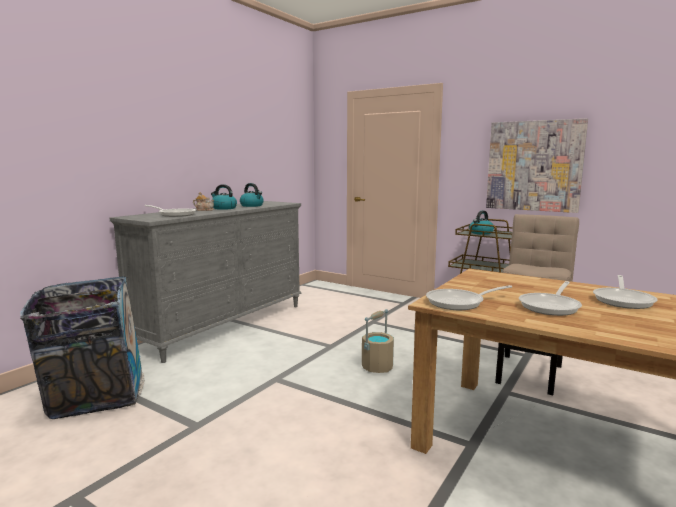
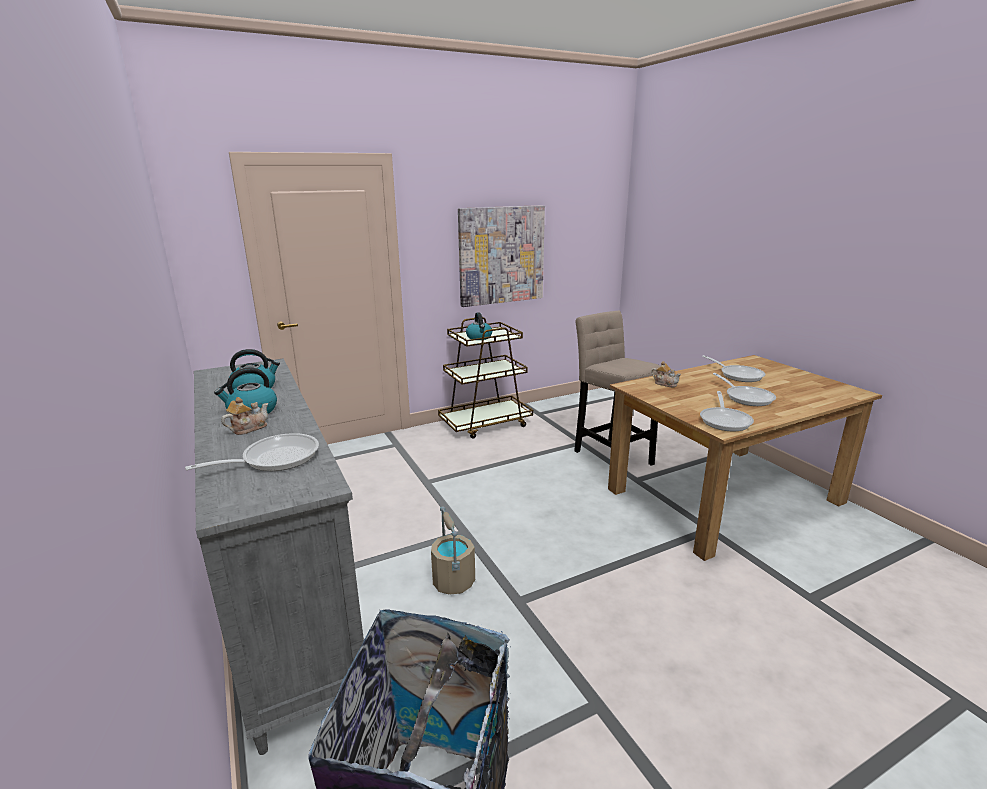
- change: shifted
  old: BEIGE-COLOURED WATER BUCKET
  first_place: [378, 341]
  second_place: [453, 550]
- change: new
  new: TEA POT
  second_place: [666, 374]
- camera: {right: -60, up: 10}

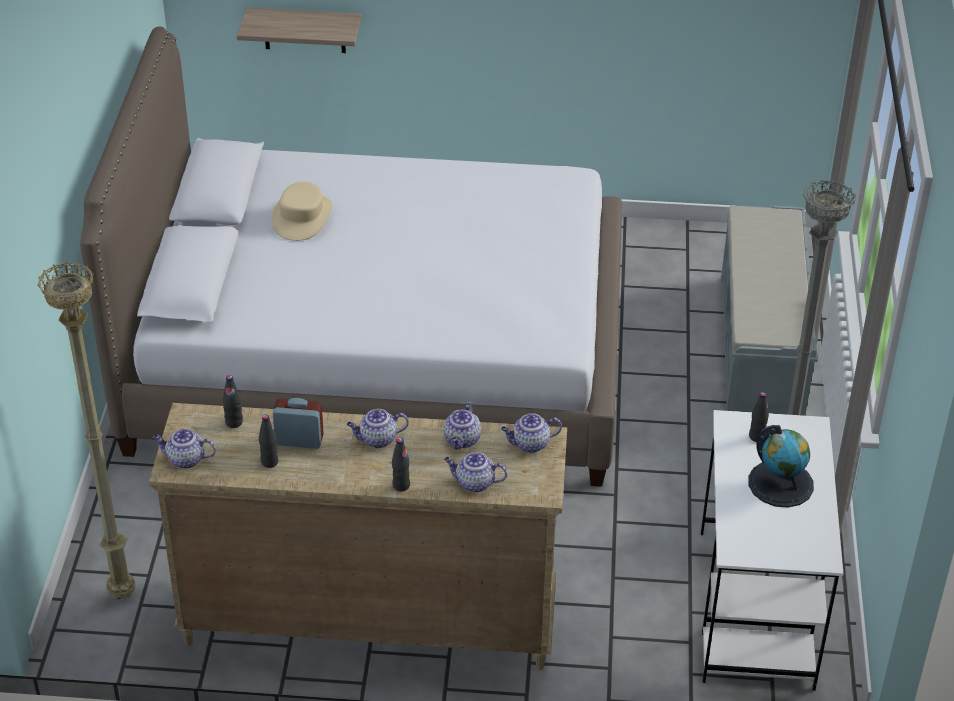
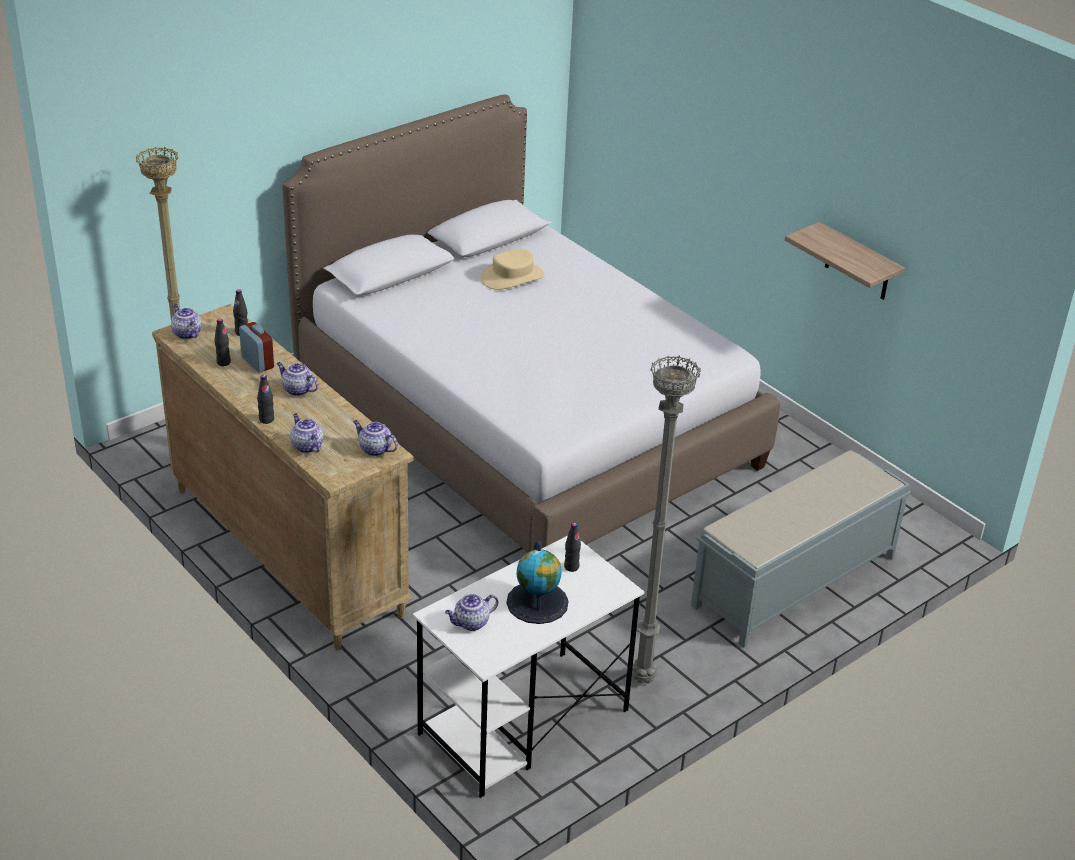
- change: shifted
  old: SHELF
  first_place: [299, 30]
  second_place: [845, 261]
- change: shifted
  old: TEA POT
  first_place: [462, 426]
  second_place: [471, 612]
- camera: {right: 45, up: -5}

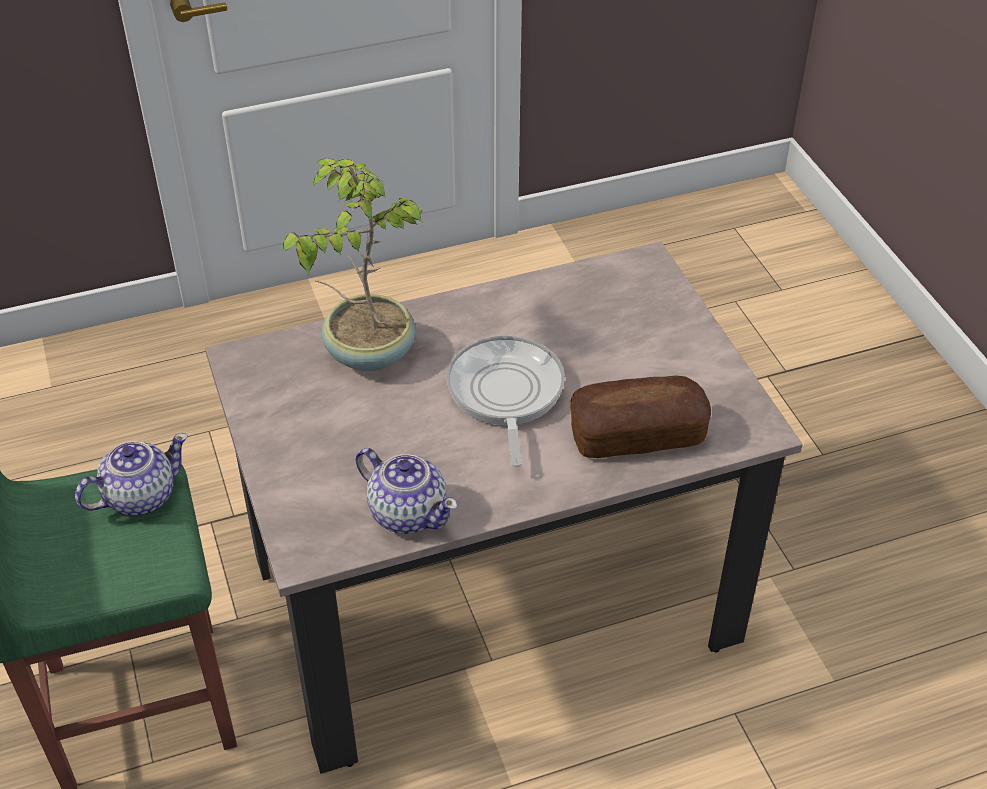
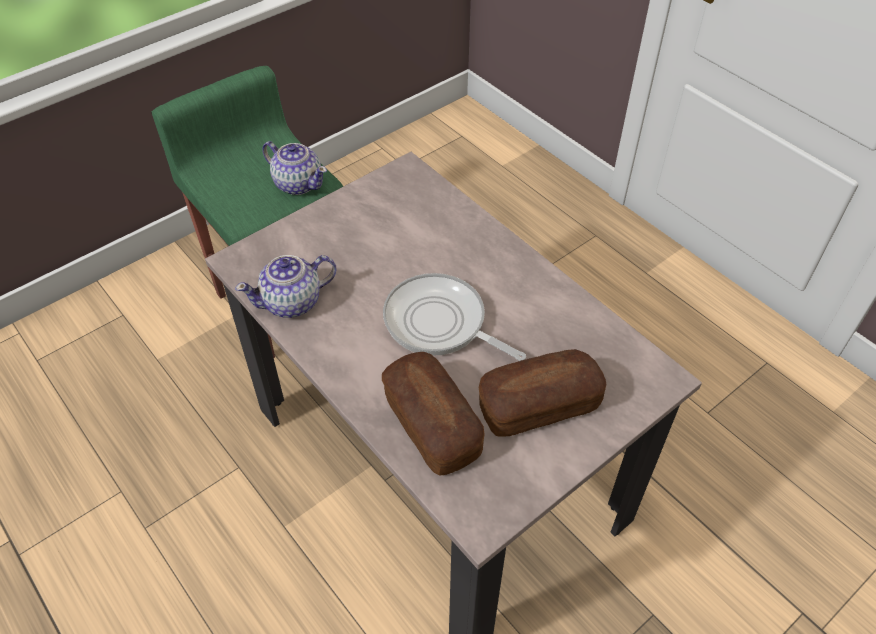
- change: gone
  old: HOUSEPLANT
  first_place: [352, 265]
- change: rotated
  old: TEA POT
  first_place: [407, 491]
  second_place: [286, 286]
  degrees: 45
- change: rotated
  old: FRYING PAN
  first_place: [506, 401]
  second_place: [454, 317]
  degrees: -120
- change: new
  new: BAKED BREAD
  second_place: [542, 393]
- camera: {right: 70, up: 5}

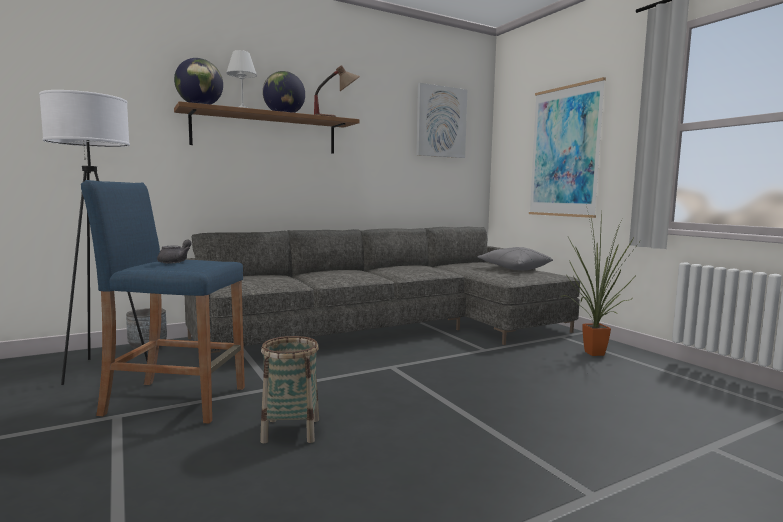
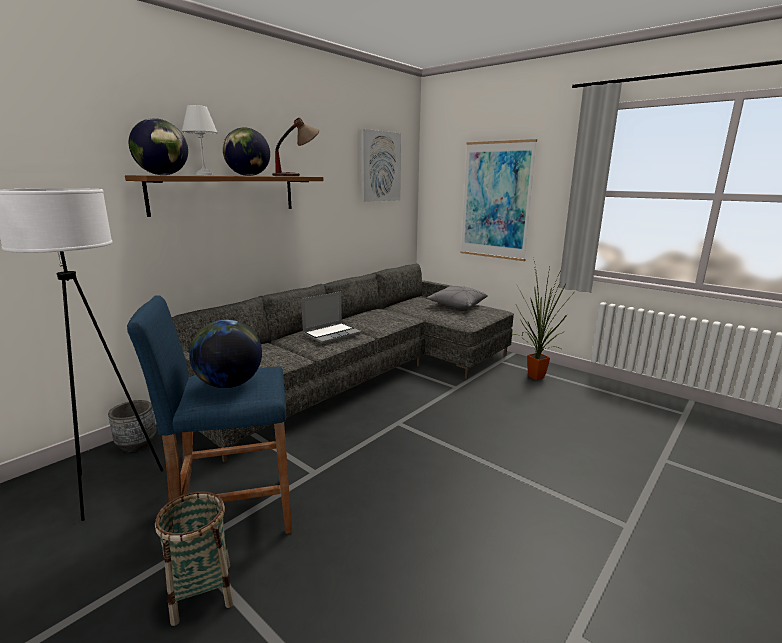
- change: swapped
  old: GREYISH TEA POT
  new: DESK GLOBE
  first_place: [174, 251]
  second_place: [225, 354]
- change: shifted
  old: STORAGE BASKET
  first_place: [289, 389]
  second_place: [194, 558]
- change: new
  new: NOTEBOOK COMPUTER
  second_place: [331, 318]
- camera: {right: -20, up: 10}

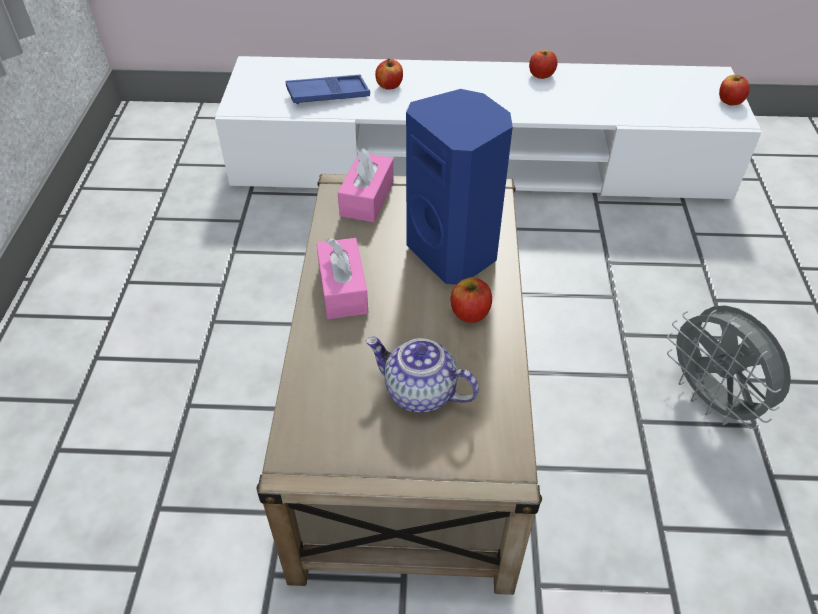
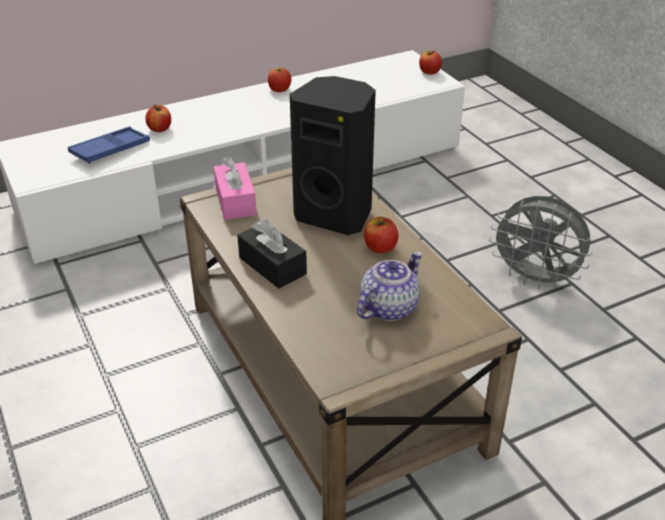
- change: repainted
  old: PINK-COLOURED TISSUE BOX
  new: BLACKISH TISSUE BOX
  first_place: [342, 278]
  second_place: [272, 253]
- change: rotated
  old: TEA POT
  first_place: [422, 375]
  second_place: [390, 286]
  degrees: 135
- change: repainted
  old: BLUISH LOUDSPEAKER
  new: BLACKISH LOUDSPEAKER
  first_place: [459, 187]
  second_place: [333, 155]
- camera: {right: -30, up: -10}

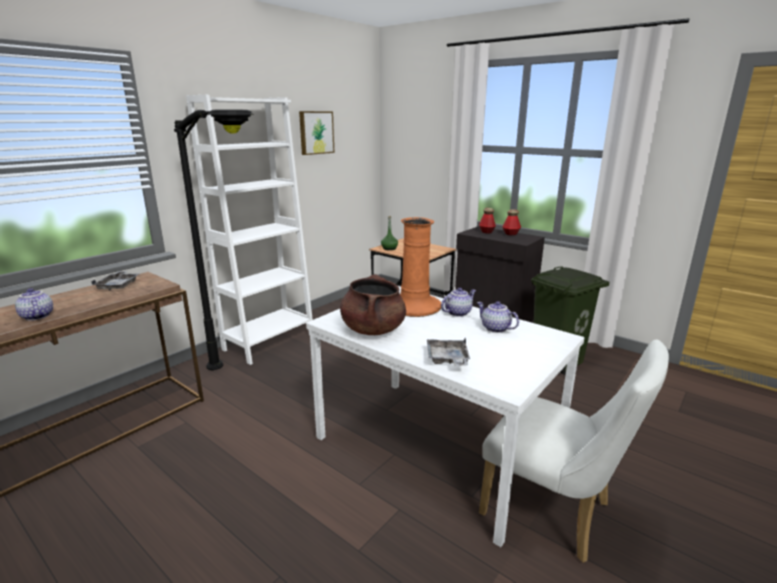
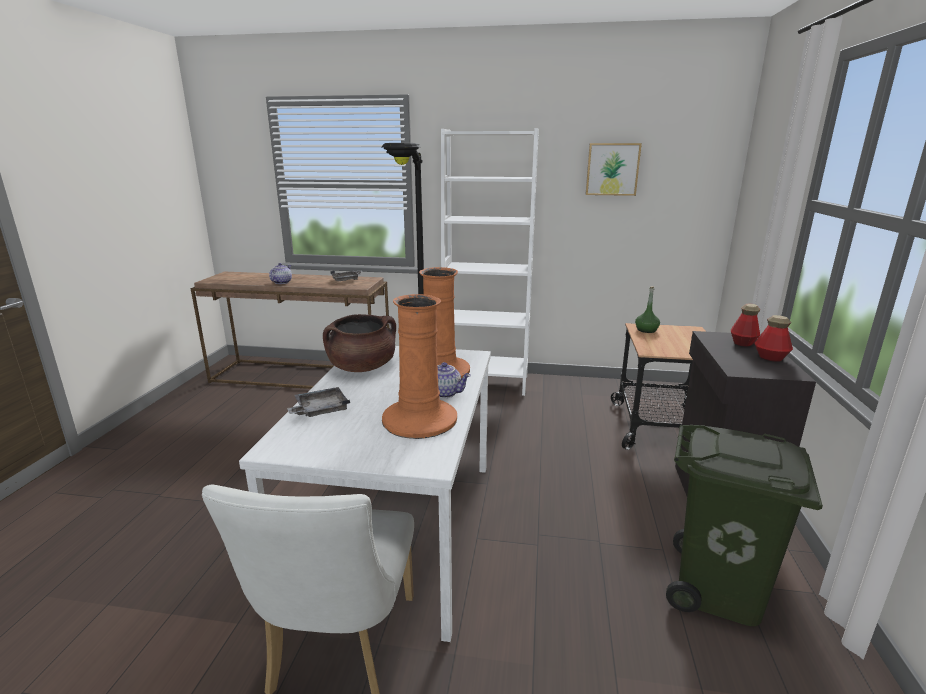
- change: swapped
  old: TEA POT
  new: ORANGEY DECORATIVE VASE
  first_place: [498, 317]
  second_place: [419, 366]
- camera: {right: 60, up: 0}

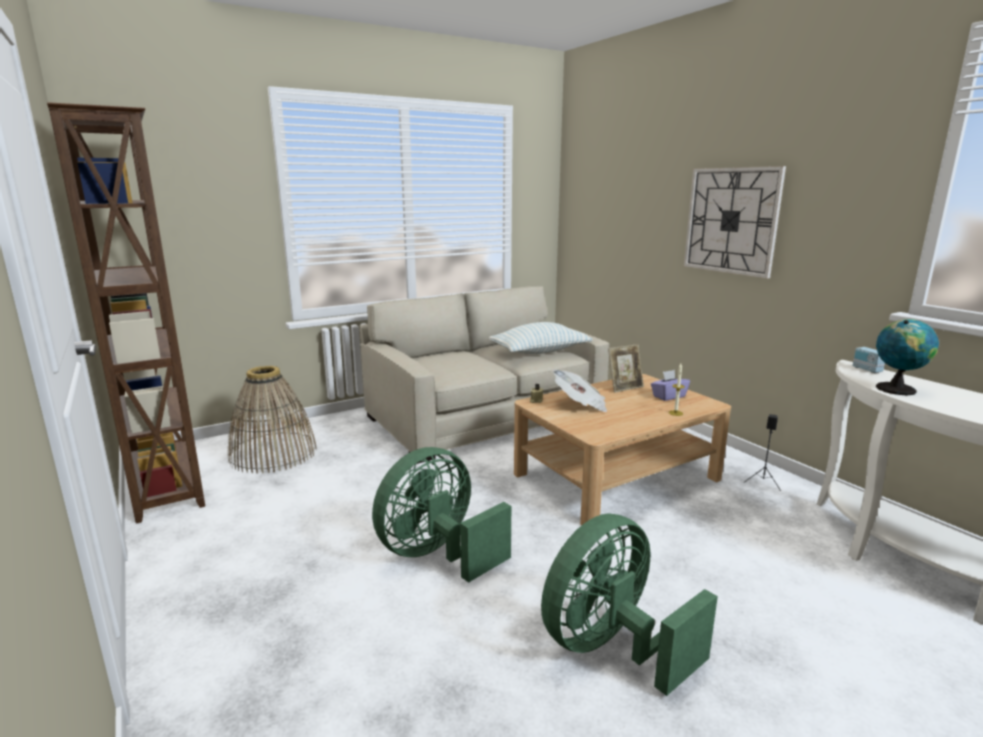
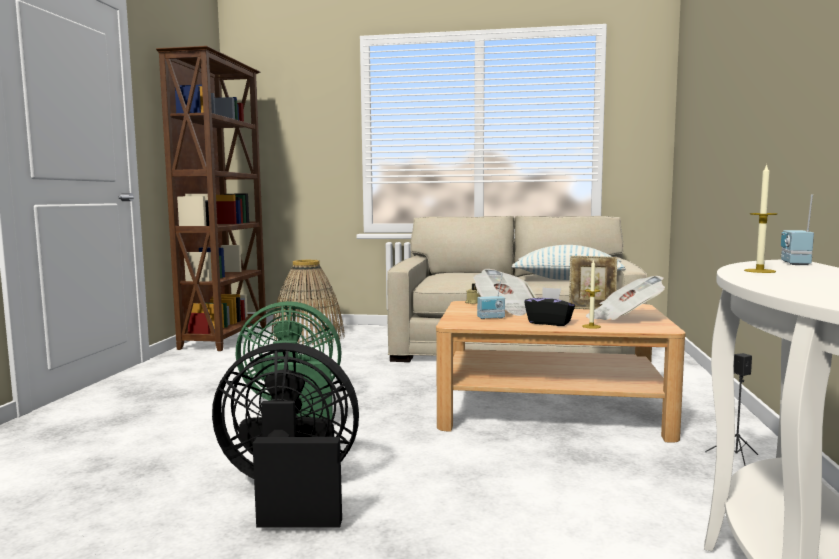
- change: repainted
  old: GREEN ELECTRIC FAN
  new: BLACKISH ELECTRIC FAN
  first_place: [629, 604]
  second_place: [285, 435]
- change: swapped
  old: PURPLE-COLOURED TISSUE BOX
  new: PRINTED PAPER
  first_place: [670, 385]
  second_place: [625, 298]
- change: gone
  old: WALL CLOCK
  first_place: [735, 222]
- change: swapped
  old: DESK GLOBE
  new: CANDLE
  first_place: [907, 357]
  second_place: [760, 218]
- change: new
  new: RADIO
  second_place: [491, 296]
- change: new
  new: BLACKISH TISSUE BOX
  second_place: [549, 306]
- camera: {right: 40, up: -10}

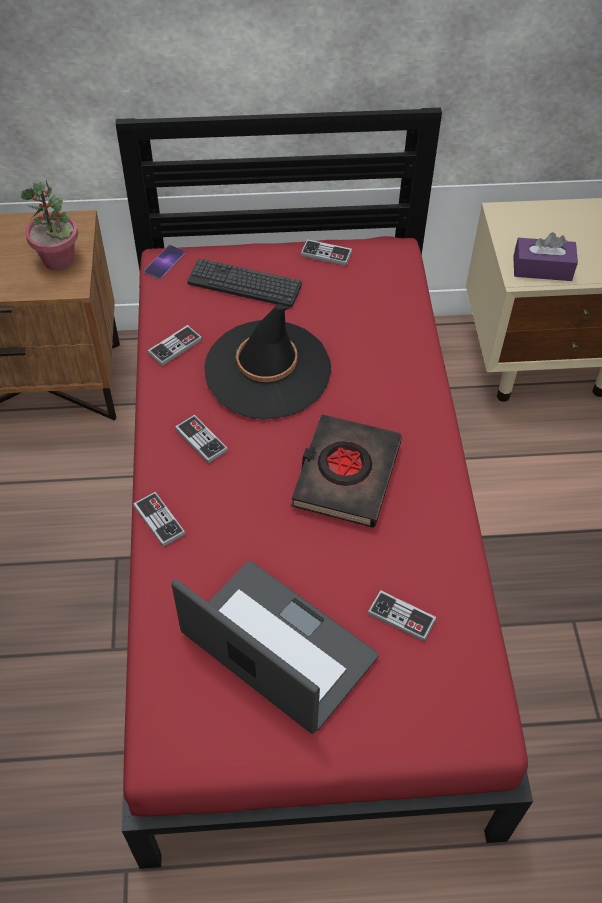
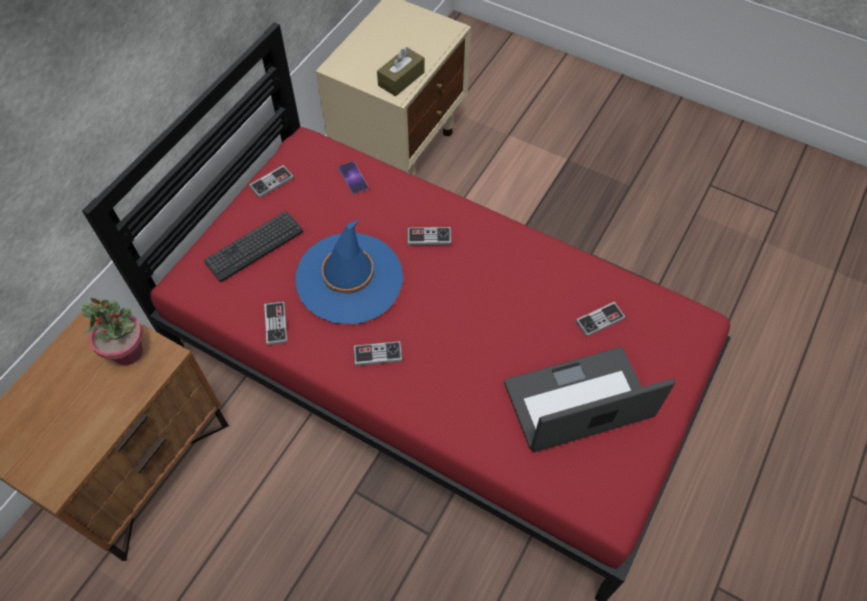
- change: shifted
  old: GAME CONTROLLER
  first_place: [159, 519]
  second_place: [429, 236]
- change: shifted
  old: PHONE
  first_place: [164, 262]
  second_place: [353, 177]
- change: repainted
  old: BLACKISH CLOTHING HAT
  new: BLUISH CLOTHING HAT
  first_place: [267, 361]
  second_place: [349, 272]
- change: gone
  old: BLACKISH BOOK
  first_place: [346, 471]
- change: repainted
  old: PURPLE-COLOURED TISSUE BOX
  new: BROWNISH TISSUE BOX
  first_place: [545, 256]
  second_place: [401, 71]
- camera: {right: -55, up: 5}

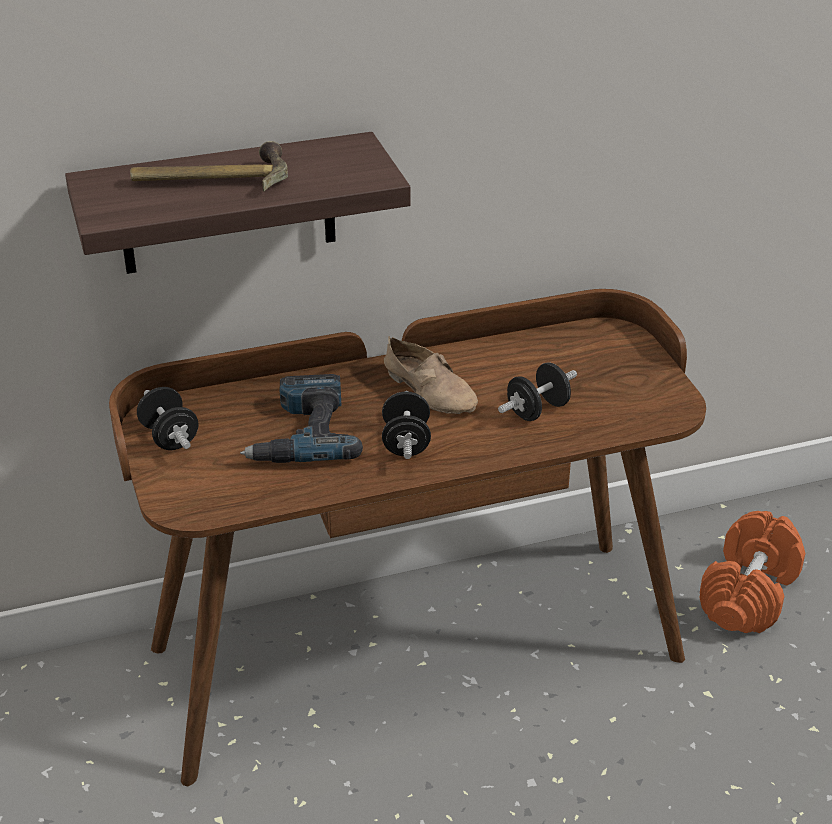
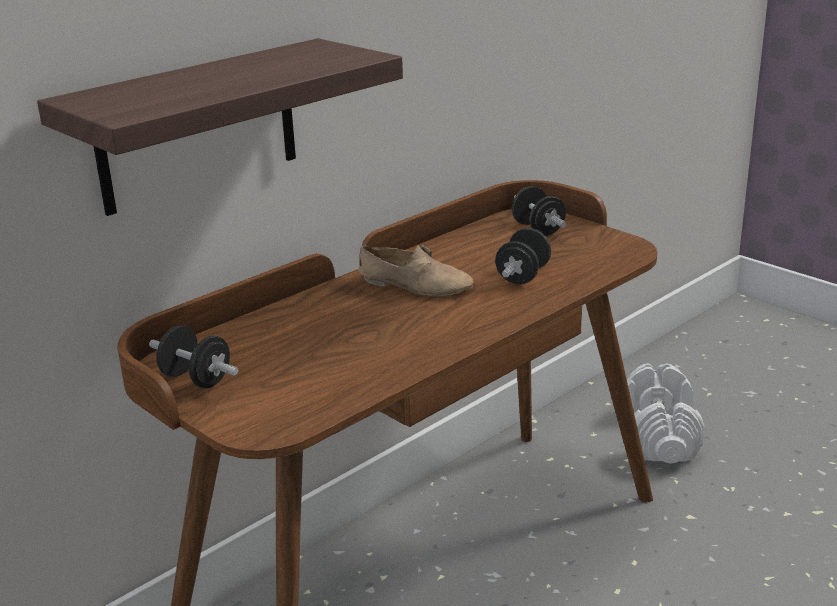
- change: gone
  old: TOOL HAMMER
  first_place: [209, 166]
- change: gone
  old: DRILL
  first_place: [301, 418]
- change: shifted
  old: BLACKISH FREE WEIGHT
  first_place: [406, 425]
  second_place: [539, 211]
- change: repainted
  old: ORANGEY FREE WEIGHT
  new: WHITE-COLOURED FREE WEIGHT
  first_place: [752, 572]
  second_place: [666, 413]
- camera: {right: -25, up: -10}

